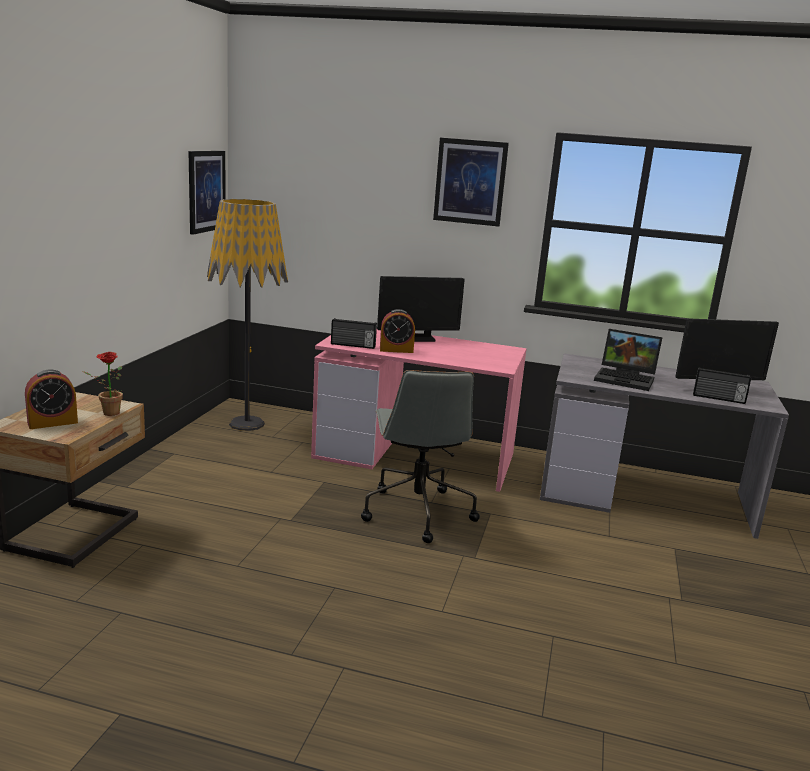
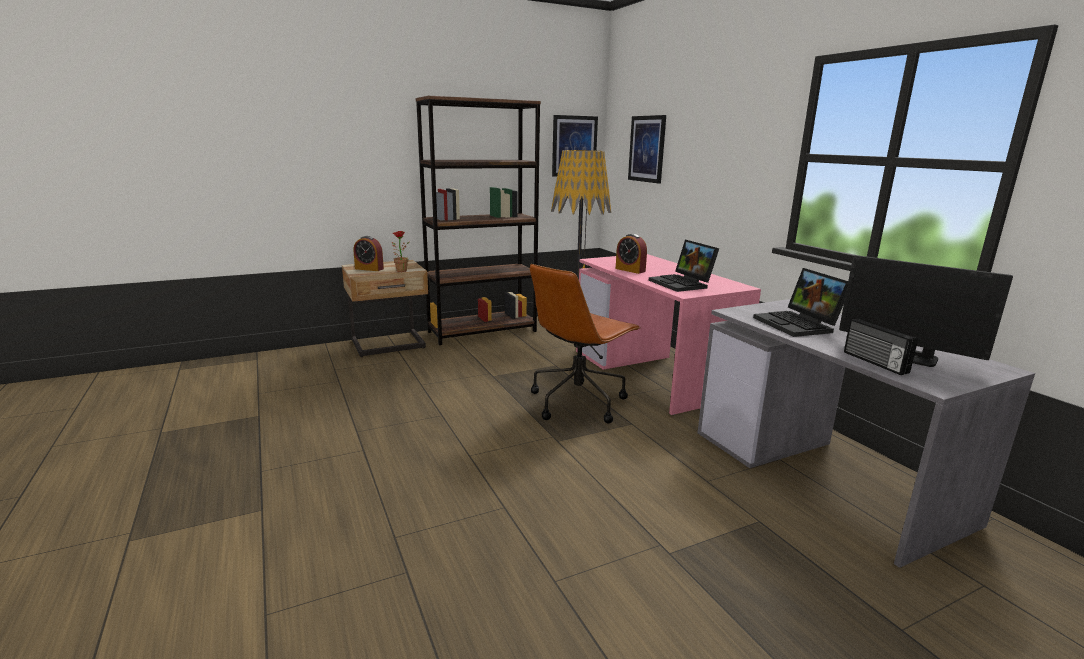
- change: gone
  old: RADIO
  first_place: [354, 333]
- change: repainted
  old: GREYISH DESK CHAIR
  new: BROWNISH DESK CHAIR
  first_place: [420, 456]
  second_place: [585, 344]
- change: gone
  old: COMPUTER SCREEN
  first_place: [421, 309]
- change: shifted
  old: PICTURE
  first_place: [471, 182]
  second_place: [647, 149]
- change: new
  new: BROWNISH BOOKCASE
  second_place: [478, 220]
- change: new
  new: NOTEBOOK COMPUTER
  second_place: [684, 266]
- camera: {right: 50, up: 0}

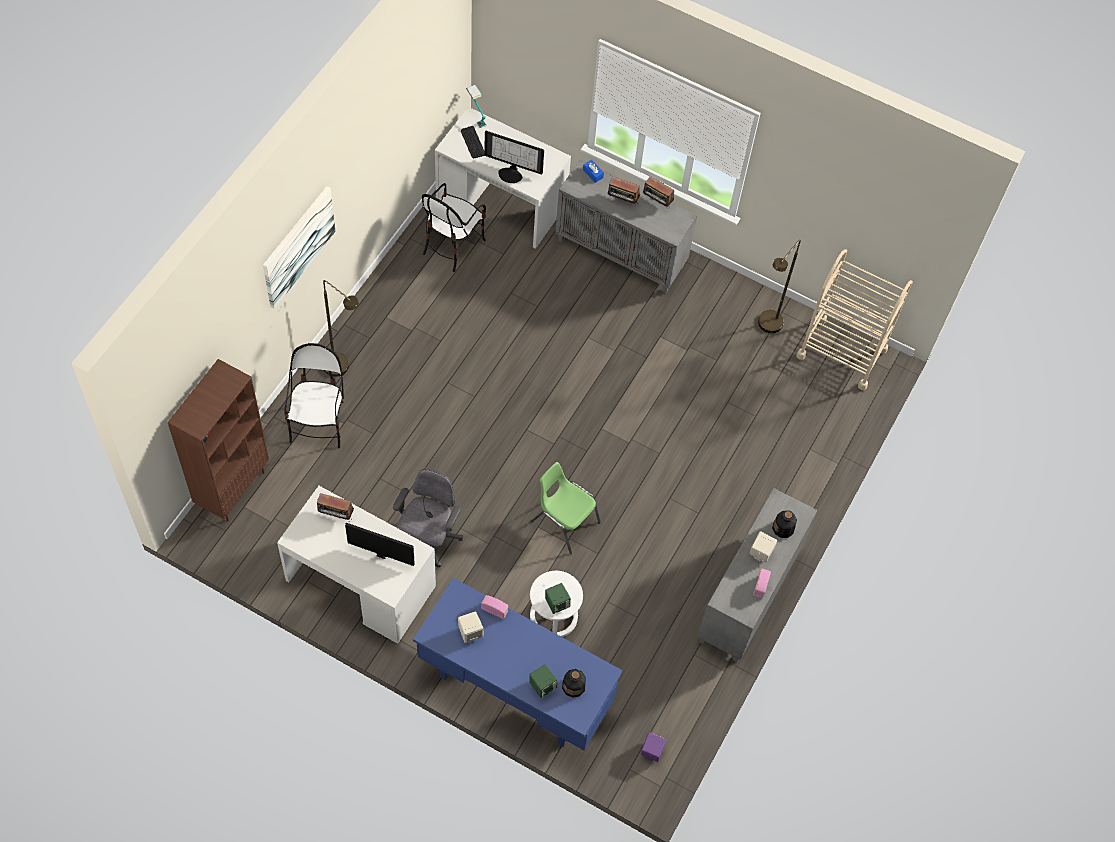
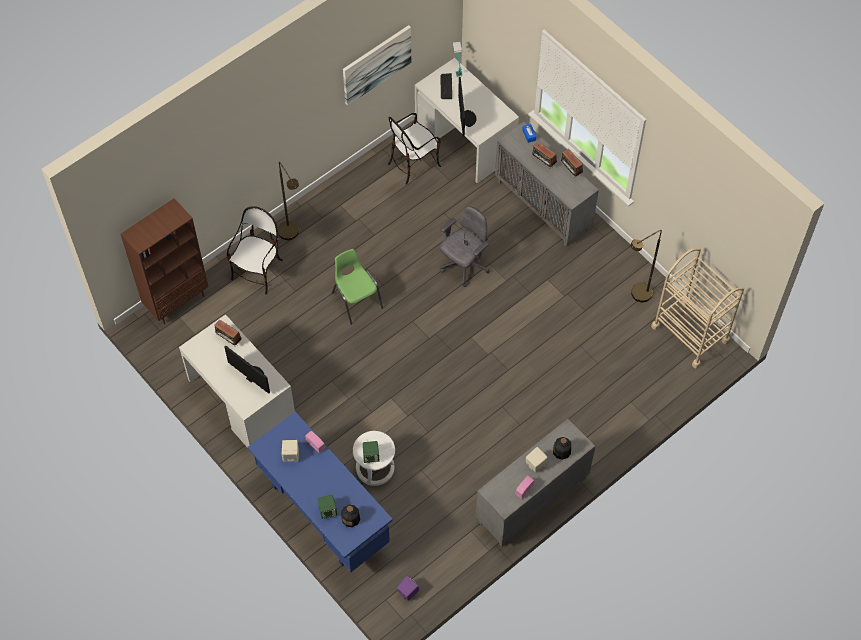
- change: shifted
  old: PICTURE
  first_place: [299, 247]
  second_place: [377, 65]
- change: shifted
  old: GREYISH DESK CHAIR
  first_place: [428, 518]
  second_place: [465, 246]
- change: rotated
  old: COMPUTER SCREEN
  first_place: [514, 157]
  second_place: [467, 106]
  degrees: -135
- change: shifted
  old: GREEN UPRIGHT CHAIR
  first_place: [565, 508]
  second_place: [357, 287]
- camera: {right: 25, up: 0}

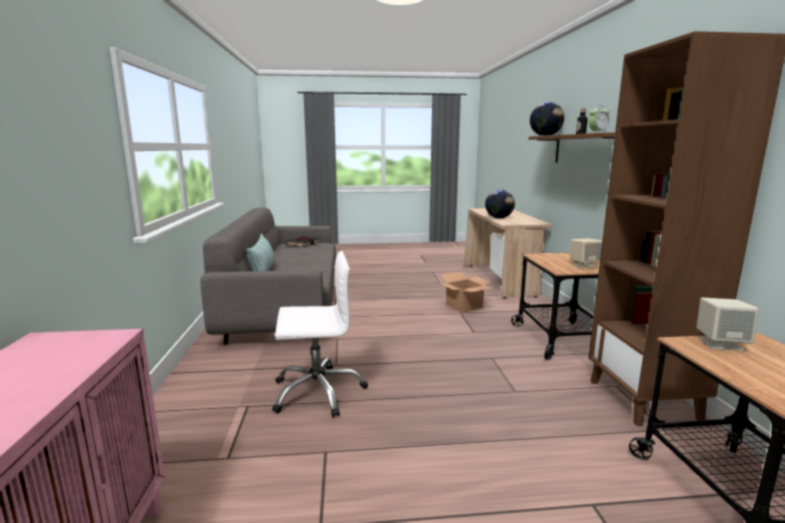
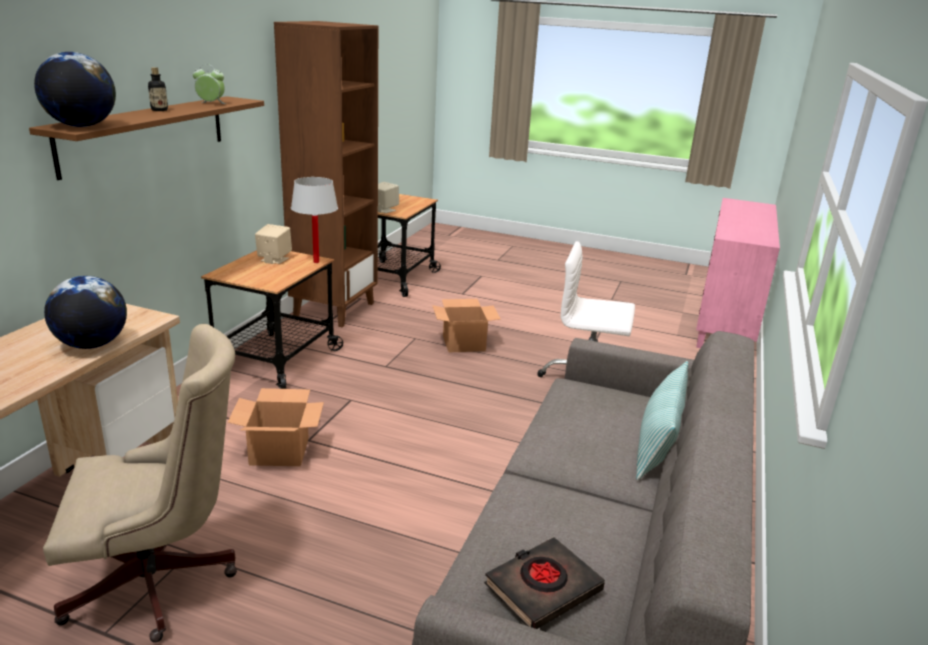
- change: new
  new: BEIGE-COLOURED DESK CHAIR
  second_place: [140, 483]
- change: new
  new: WHITE-COLOURED TABLETOP LAMP
  second_place: [314, 220]
- change: new
  new: PACKING BOX
  second_place: [466, 325]
- camera: {right: -155, up: 10}

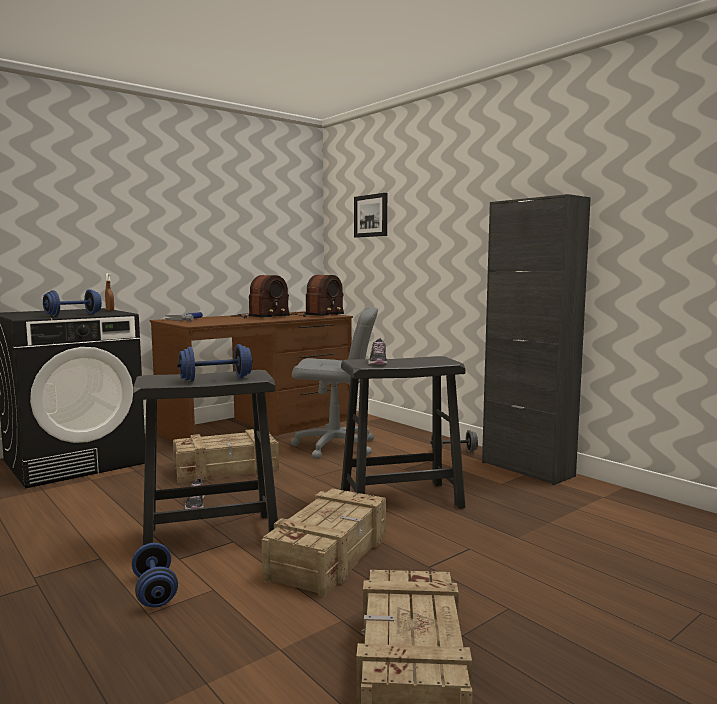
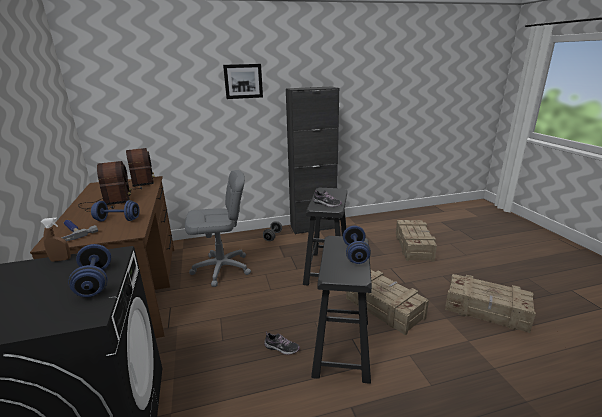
- change: shifted
  old: BLUISH FREE WEIGHT
  first_place: [155, 575]
  second_place: [115, 210]
- change: shifted
  old: CRATE
  first_place: [226, 456]
  second_place: [416, 240]
- change: rotated
  old: GREYISH DESK CHAIR
  first_place: [334, 383]
  second_place: [218, 228]
  degrees: 45
- change: shifted
  old: PICTURE
  first_place: [370, 215]
  second_place: [243, 81]
- camera: {right: -65, up: 15}

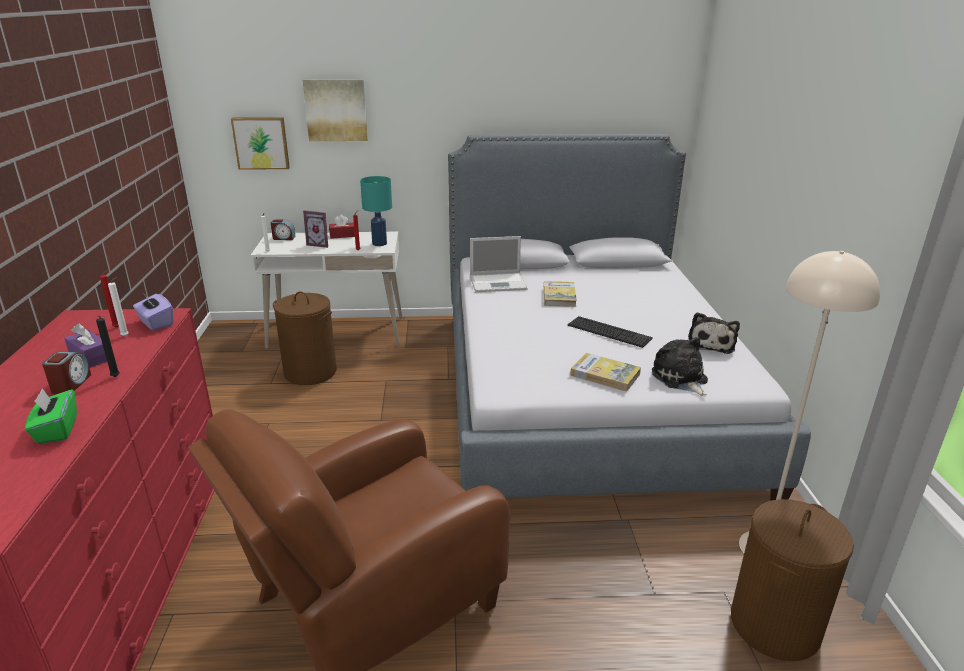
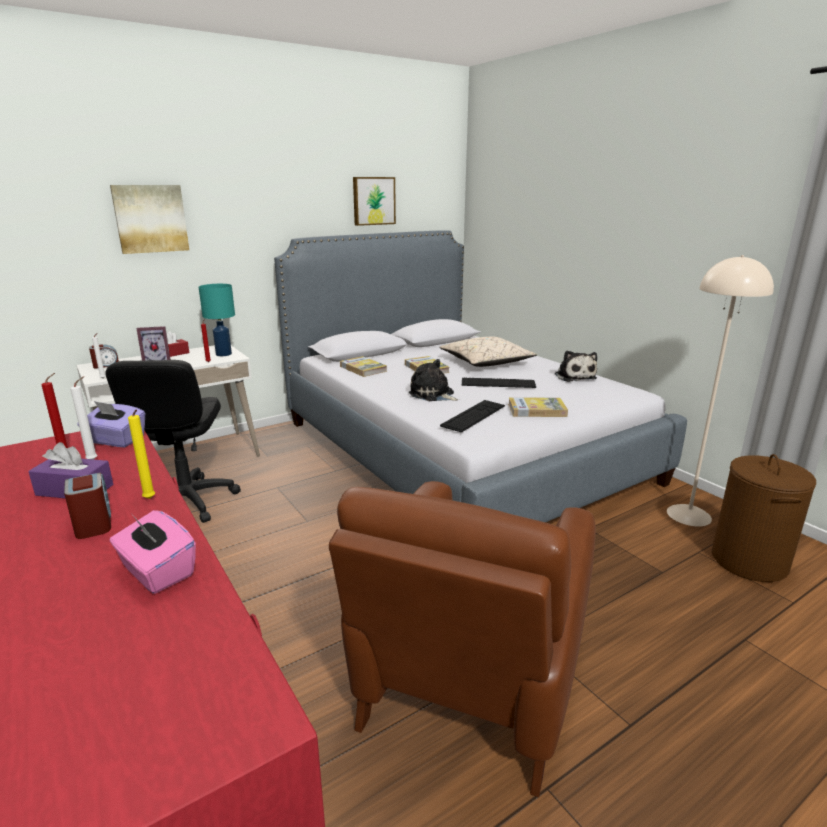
- change: repainted
  old: GREEN TISSUE BOX
  new: PINK-COLOURED TISSUE BOX
  first_place: [51, 416]
  second_place: [153, 552]
- change: repainted
  old: BLACKISH CANDLE
  new: YELLOWISH CANDLE
  first_place: [108, 346]
  second_place: [141, 454]
- change: shifted
  old: PICTURE
  first_place: [260, 143]
  second_place: [374, 201]
- change: swapped
  old: BROWNISH LAUNDRY BASKET
  new: BLACKISH DESK CHAIR
  first_place: [305, 338]
  second_place: [173, 441]
- change: swapped
  old: NOTEBOOK COMPUTER
  new: BOOK
  first_place: [499, 264]
  second_place: [363, 366]
- change: shifted
  old: CUDDLY TOY
  first_place: [680, 366]
  second_place: [433, 380]
- change: new
  new: BEIGE-COLOURED THROW PILLOW
  second_place: [488, 351]
- change: new
  new: PC KEYBOARD
  second_place: [472, 416]
- camera: {right: -30, up: -5}

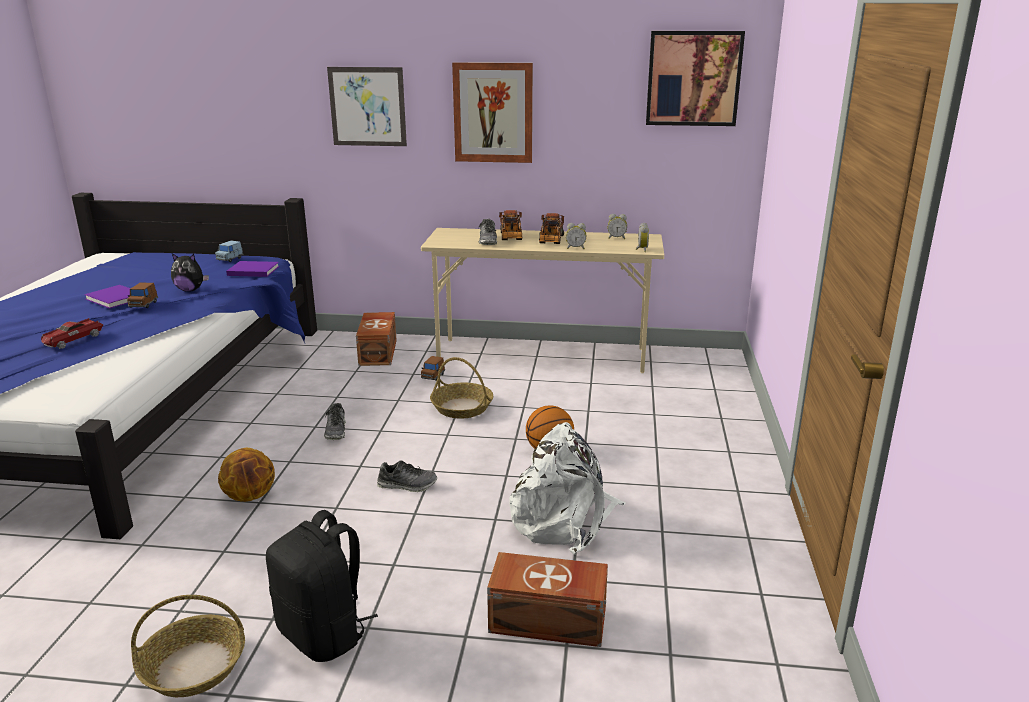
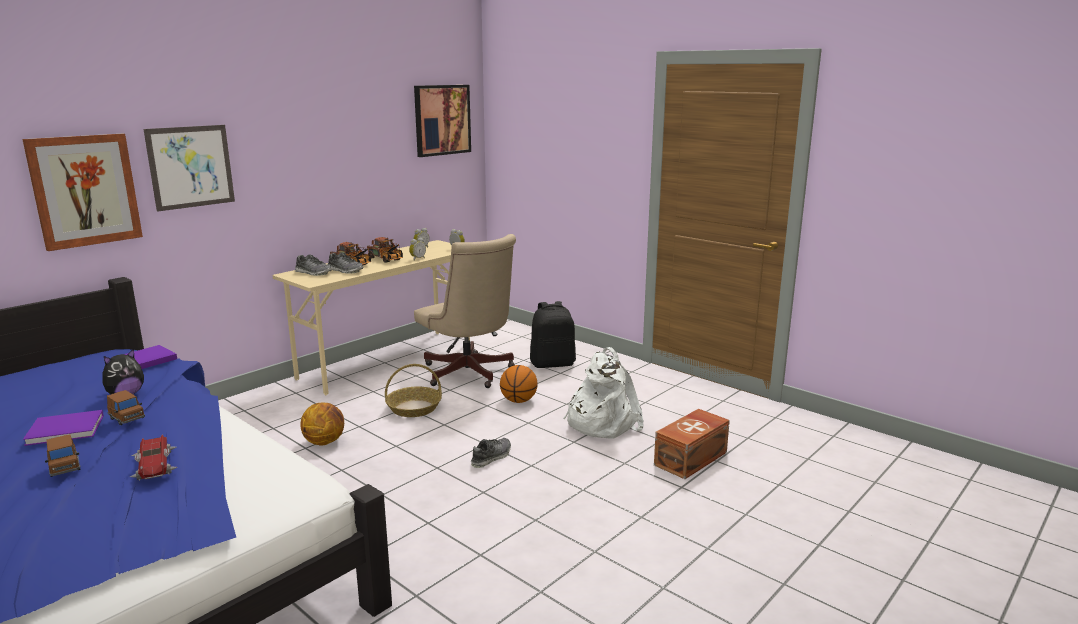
- change: gone
  old: STORAGE BASKET
  first_place: [188, 646]
- change: gone
  old: BLUISH MINIATURE CAR
  first_place: [229, 251]
- change: shifted
  old: BASKETBALL
  first_place: [246, 475]
  second_place: [322, 424]
- change: shifted
  old: BLACKISH BACKPACK
  first_place: [322, 586]
  second_place: [553, 334]
- change: shifted
  old: ITEM OF FOOTWEAR
  first_place: [335, 421]
  second_place: [313, 265]
- change: gone
  old: BROWNISH STORAGE BOX
  first_place: [376, 339]
- change: shifted
  old: BROWNISH MINIATURE CAR
  first_place: [433, 368]
  second_place: [63, 455]
- change: shifted
  old: PICTURE
  first_place: [492, 112]
  second_place: [82, 192]
- change: new
  new: BEIGE-COLOURED DESK CHAIR
  second_place: [465, 311]
- camera: {right: -55, up: -5}

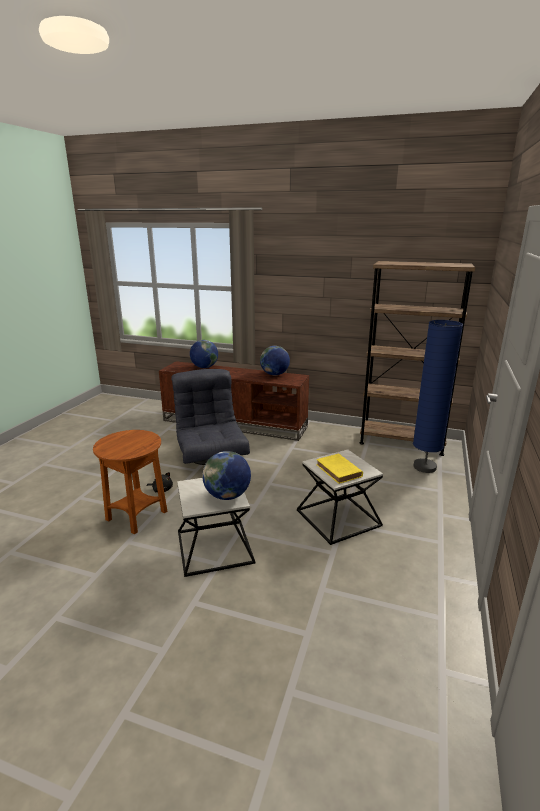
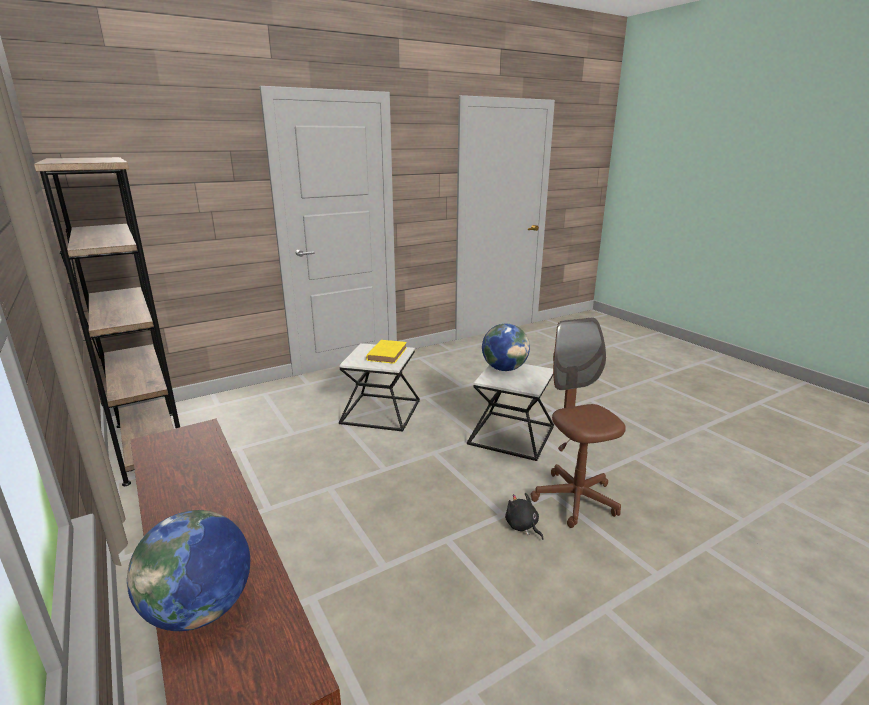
- change: swapped
  old: BROWNISH SIDE TABLE
  new: BROWNISH DESK CHAIR
  first_place: [130, 482]
  second_place: [578, 423]
- change: gone
  old: GREYISH ARMCHAIR
  first_place: [210, 417]
- change: gone
  old: DESK GLOBE
  first_place: [275, 361]
- change: gone
  old: BLUISH STANDARD LAMP
  first_place: [438, 396]
- camera: {right: -140, up: 0}

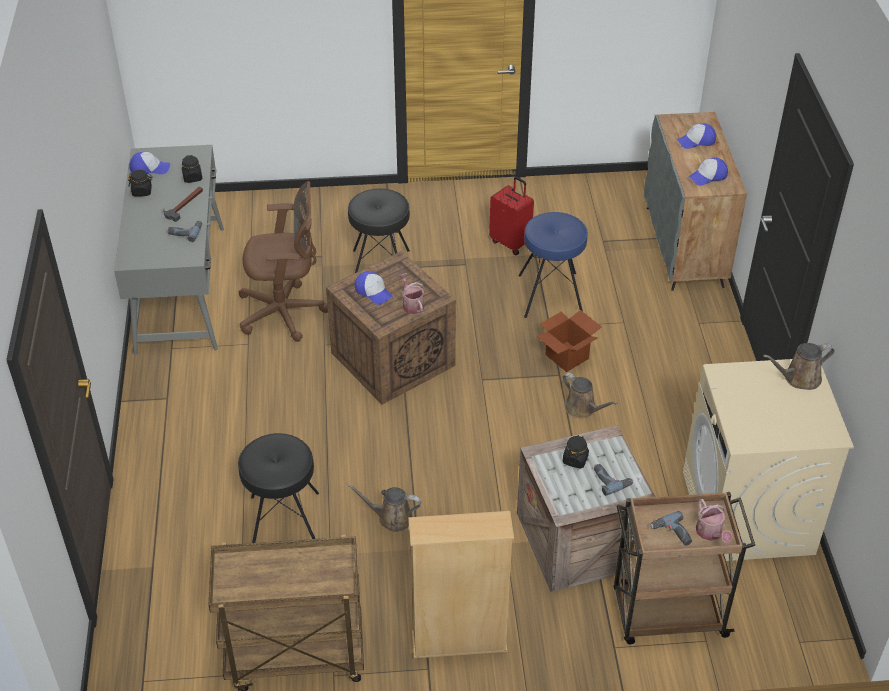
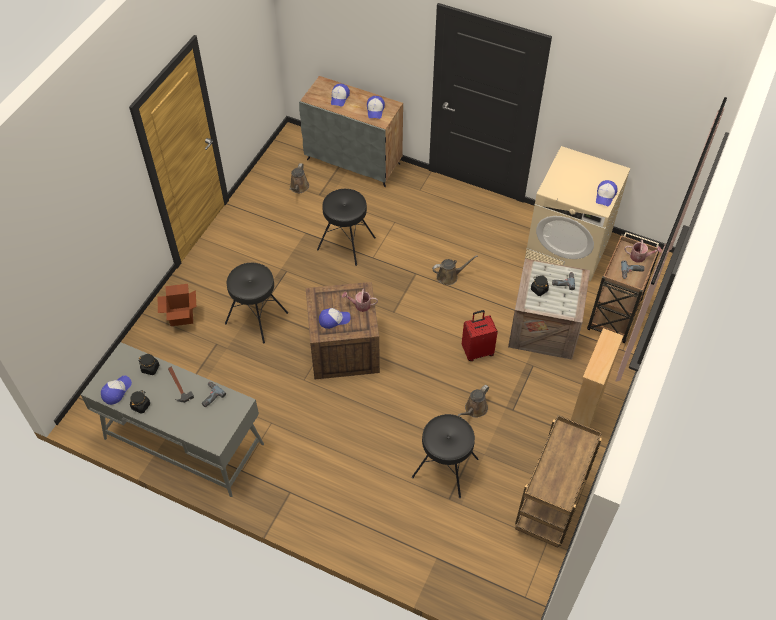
- change: gone
  old: BROWNISH DESK CHAIR
  first_place: [283, 261]
- change: shifted
  old: REDDISH PIECE OF LUGGAGE
  first_place: [511, 216]
  second_place: [480, 335]
- change: repainted
  old: BLUISH STOOL
  new: BLACKISH STOOL
  first_place: [553, 265]
  second_place: [346, 227]
- change: shifted
  old: PACKING BOX
  first_place: [569, 341]
  second_place: [177, 305]
- change: shifted
  old: BROWNISH WATERING CAN
  first_place: [799, 366]
  second_place: [299, 178]
- change: new
  new: PEAKED CAP
  second_place: [607, 193]
- camera: {right: -60, up: 10}

